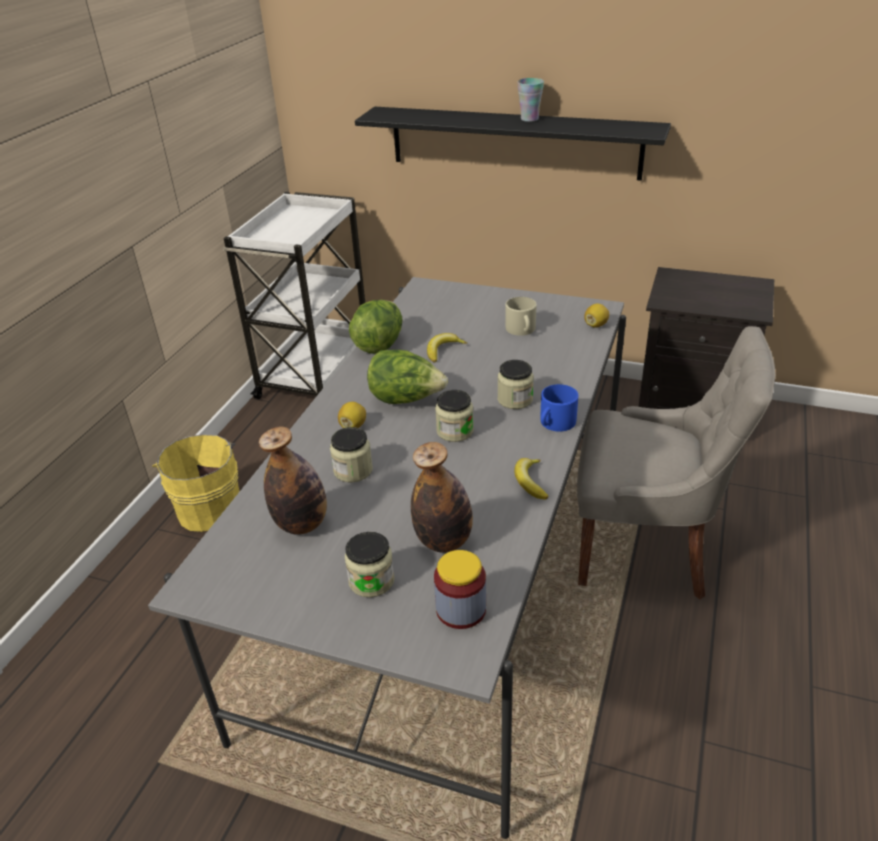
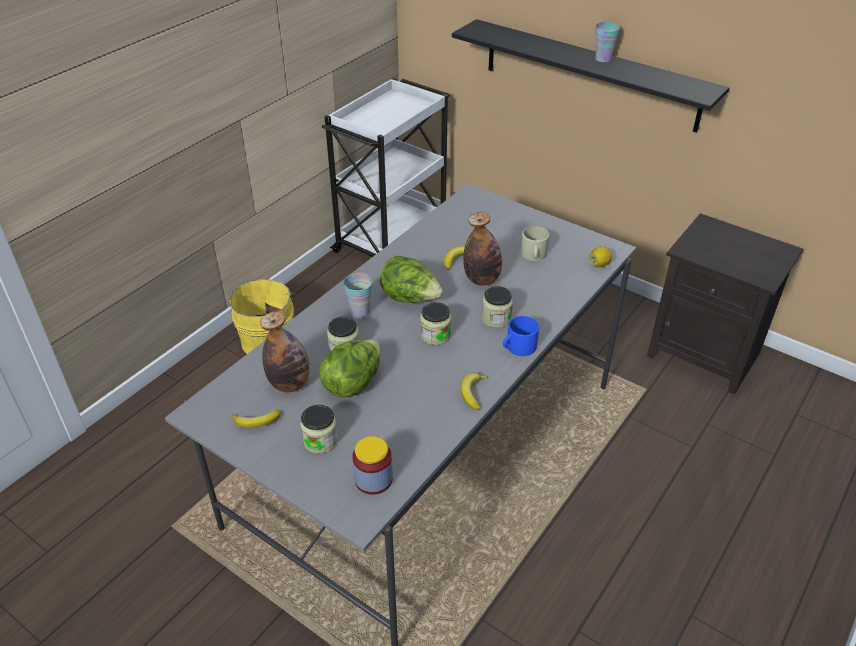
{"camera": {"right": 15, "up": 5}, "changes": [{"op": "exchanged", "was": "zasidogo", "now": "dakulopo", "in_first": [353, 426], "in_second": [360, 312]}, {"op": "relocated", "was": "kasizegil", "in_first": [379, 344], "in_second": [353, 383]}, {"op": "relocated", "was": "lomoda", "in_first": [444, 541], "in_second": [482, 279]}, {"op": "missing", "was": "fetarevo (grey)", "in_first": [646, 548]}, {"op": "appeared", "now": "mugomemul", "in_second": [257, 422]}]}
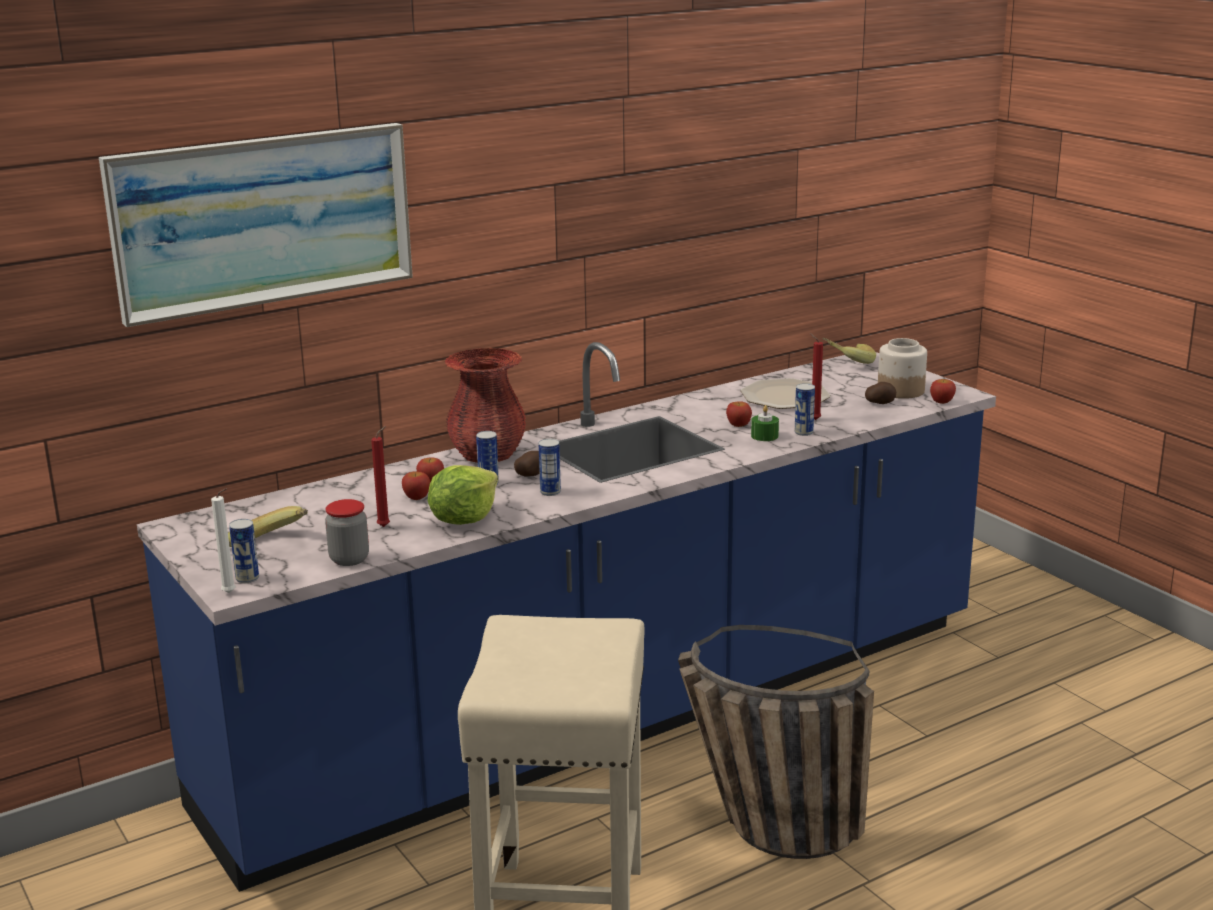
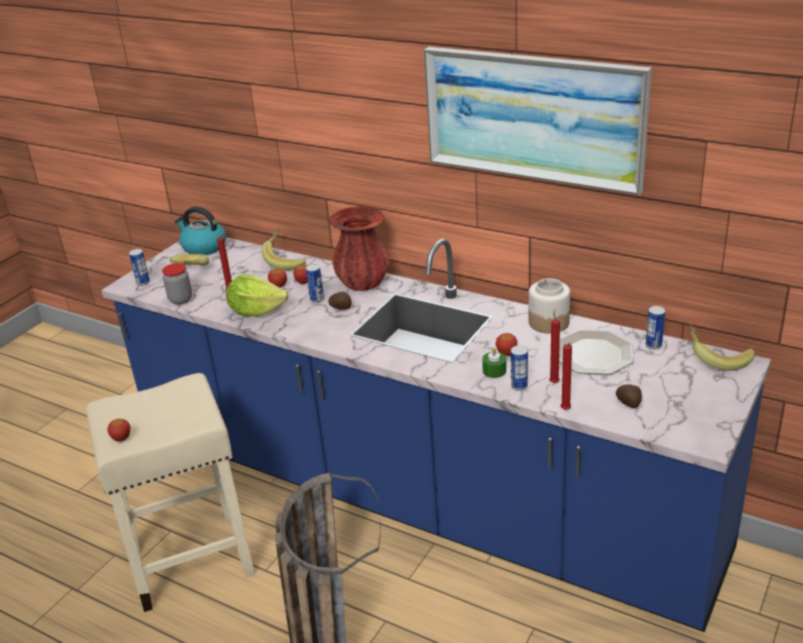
{"camera": {"right": 65, "up": 10}, "changes": [{"op": "relocated", "was": "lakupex", "in_first": [263, 220], "in_second": [533, 117]}, {"op": "missing", "was": "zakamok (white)", "in_first": [231, 593]}, {"op": "relocated", "was": "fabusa", "in_first": [550, 492], "in_second": [653, 345]}, {"op": "relocated", "was": "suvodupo", "in_first": [900, 391], "in_second": [548, 322]}, {"op": "relocated", "was": "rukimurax", "in_first": [942, 402], "in_second": [121, 438]}, {"op": "appeared", "now": "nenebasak", "in_second": [203, 247]}, {"op": "appeared", "now": "mugomemul", "in_second": [286, 260]}, {"op": "appeared", "now": "zakamok (red)", "in_second": [566, 411]}]}
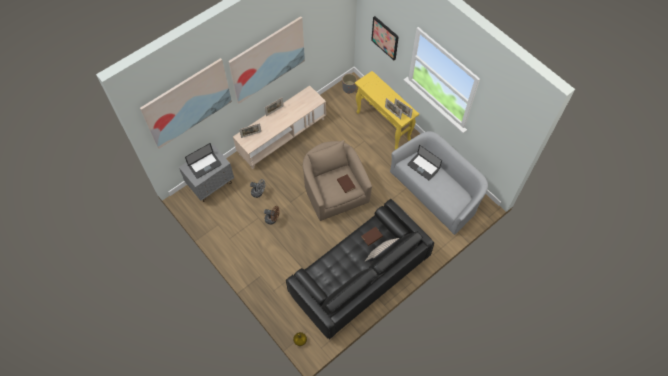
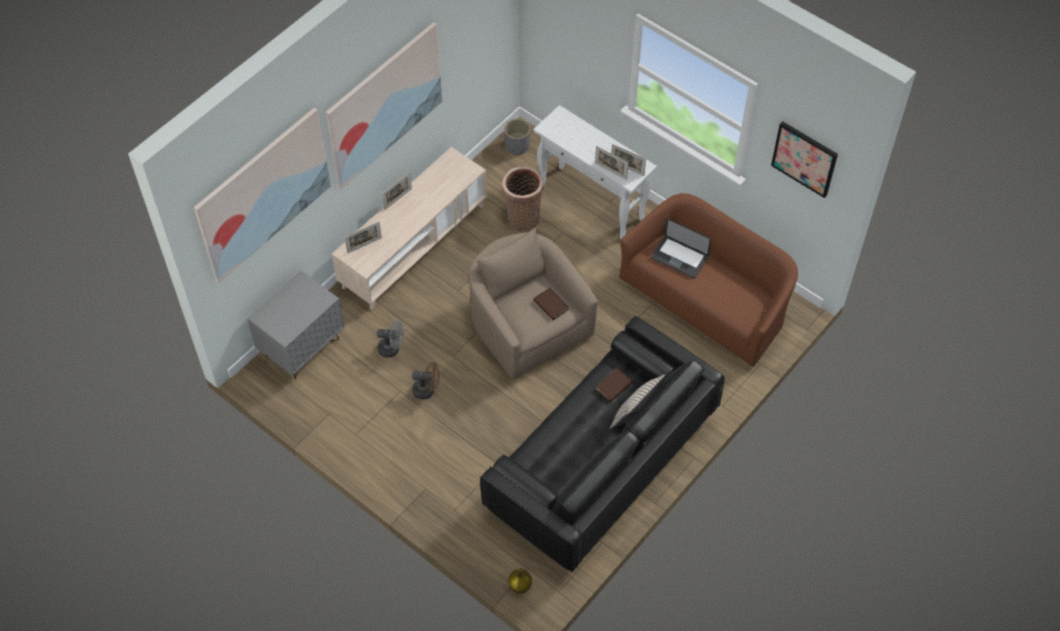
{"camera": {"right": -10, "up": -5}, "changes": [{"op": "missing", "was": "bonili", "in_first": [205, 165]}, {"op": "colour", "was": "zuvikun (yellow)", "now": "zuvikun (white)", "in_first": [383, 126], "in_second": [592, 203]}, {"op": "relocated", "was": "lakupex", "in_first": [385, 38], "in_second": [804, 158]}, {"op": "colour", "was": "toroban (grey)", "now": "toroban (brown)", "in_first": [436, 191], "in_second": [707, 299]}, {"op": "appeared", "now": "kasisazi", "in_second": [522, 217]}]}
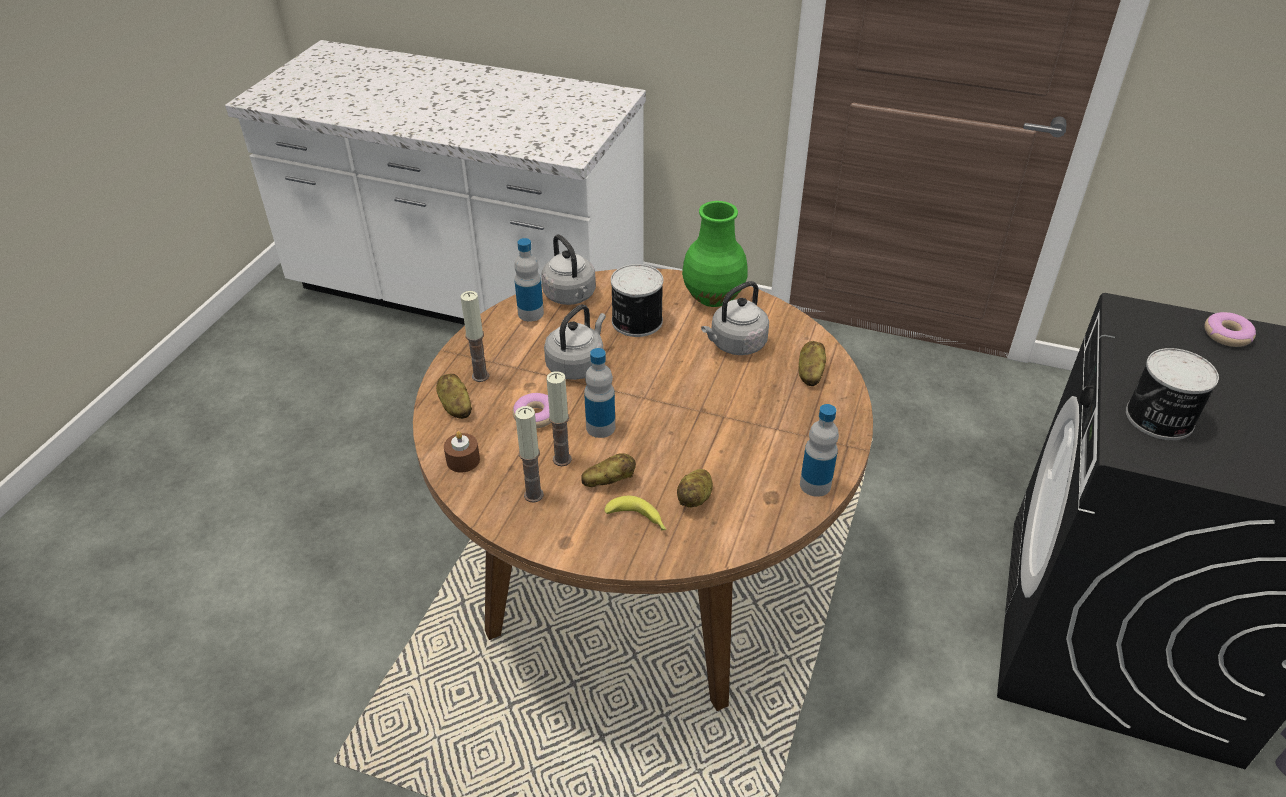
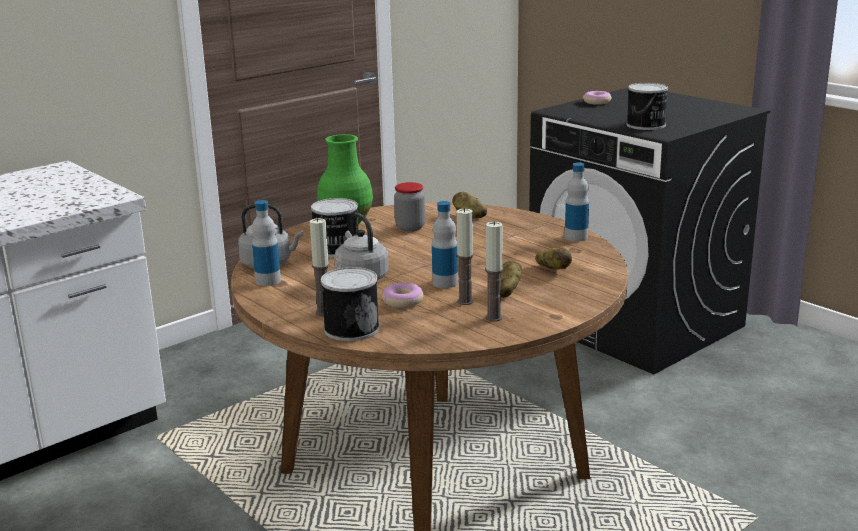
{"camera": {"right": -60, "up": -20}, "changes": [{"op": "exchanged", "was": "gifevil", "now": "fabusa", "in_first": [455, 407], "in_second": [351, 328]}, {"op": "missing", "was": "zakamok (brown)", "in_first": [463, 460]}, {"op": "missing", "was": "mugomemul", "in_first": [638, 520]}, {"op": "exchanged", "was": "nenebasak (grey)", "now": "suvodupo", "in_first": [735, 345], "in_second": [410, 227]}]}
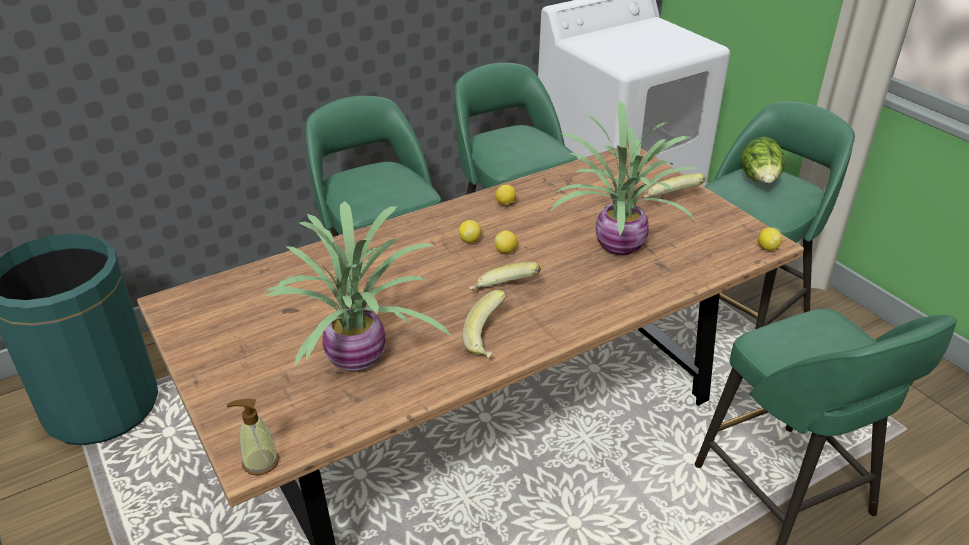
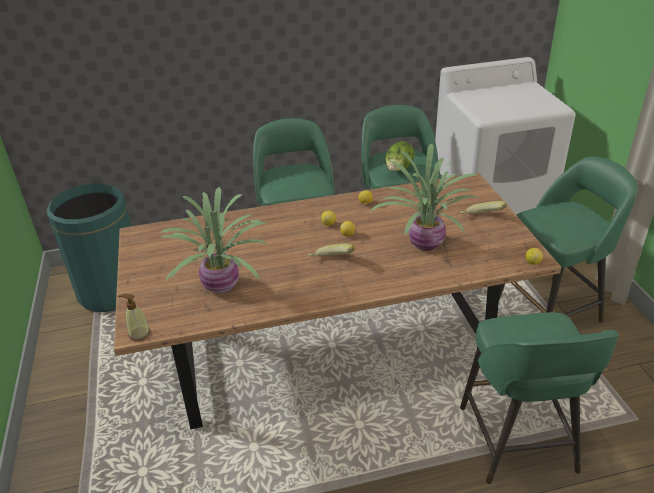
{"camera": {"right": 20, "up": 0}, "changes": [{"op": "missing", "was": "mugomemul", "in_first": [489, 340]}, {"op": "relocated", "was": "kasizegil", "in_first": [759, 181], "in_second": [398, 170]}]}
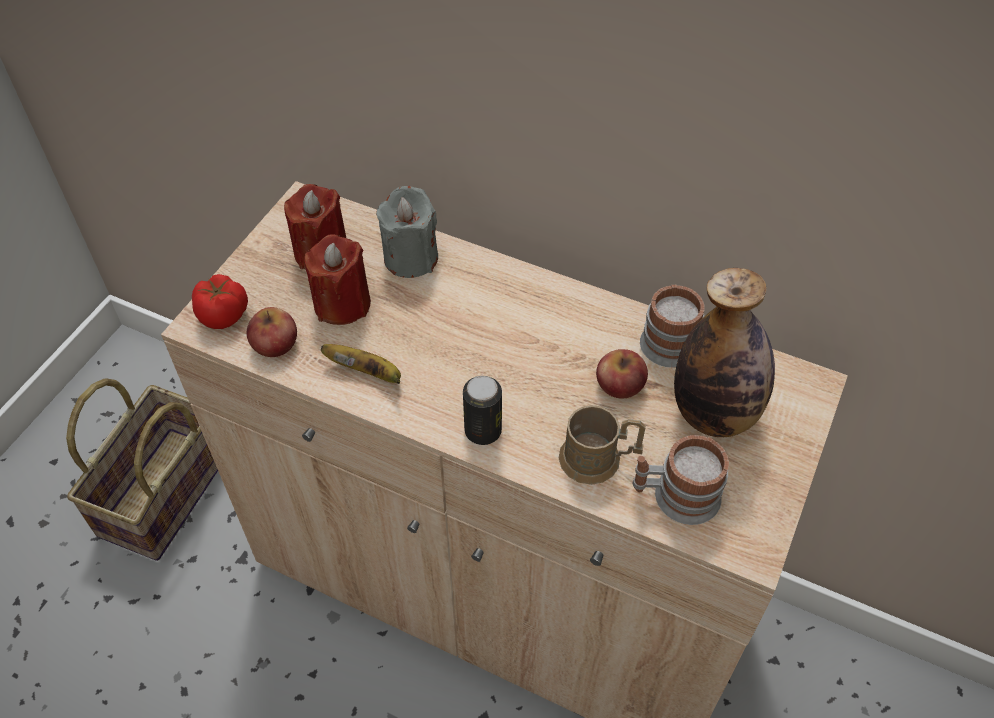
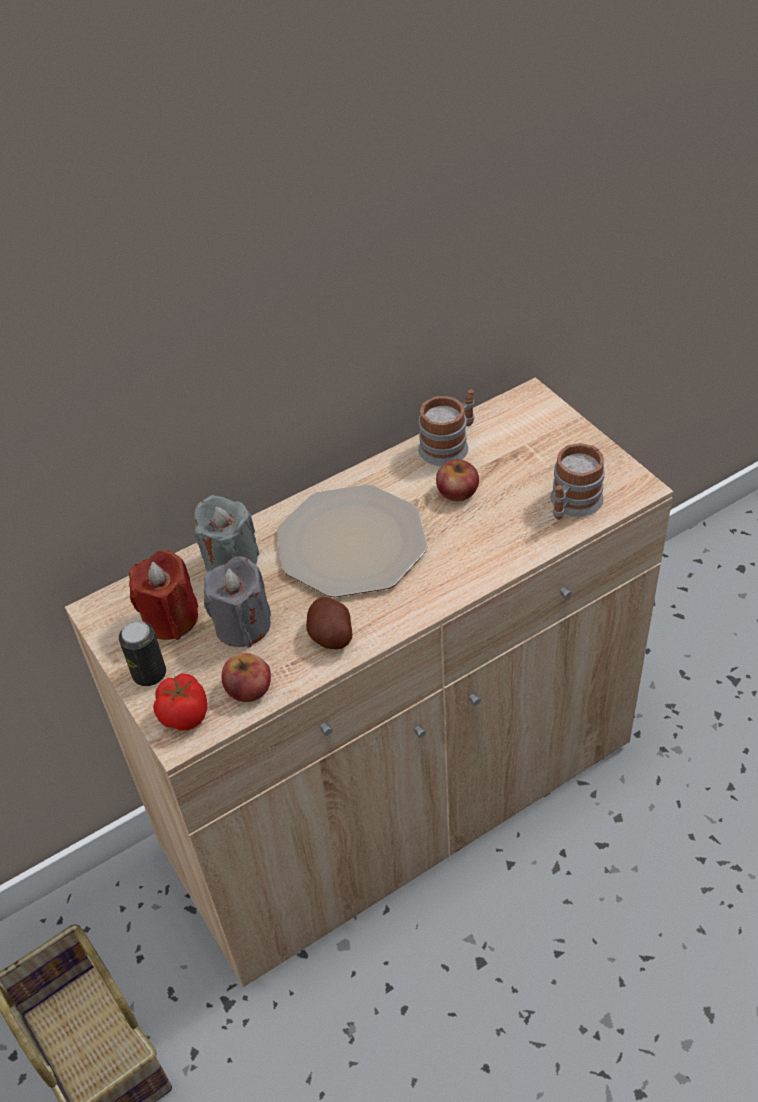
{"camera": {"right": -55, "up": -5}, "changes": [{"op": "colour", "was": "zakamok (red)", "now": "zakamok (grey)", "in_first": [342, 304], "in_second": [243, 625]}, {"op": "exchanged", "was": "mugomemul", "now": "gifevil", "in_first": [367, 373], "in_second": [331, 635]}, {"op": "relocated", "was": "fabusa", "in_first": [483, 431], "in_second": [149, 674]}, {"op": "missing", "was": "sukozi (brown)", "in_first": [599, 459]}, {"op": "missing", "was": "lomoda", "in_first": [714, 414]}, {"op": "appeared", "now": "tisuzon", "in_second": [352, 542]}]}
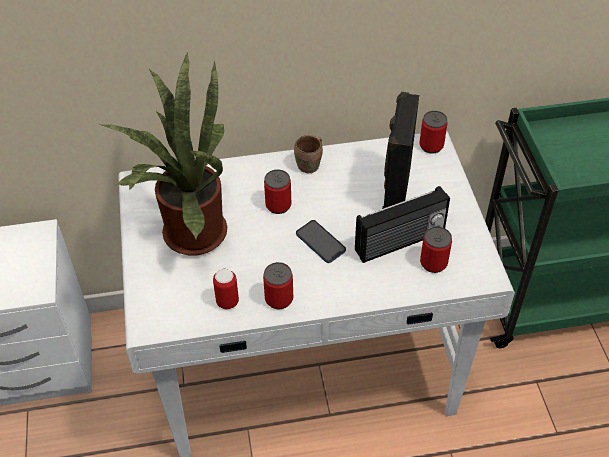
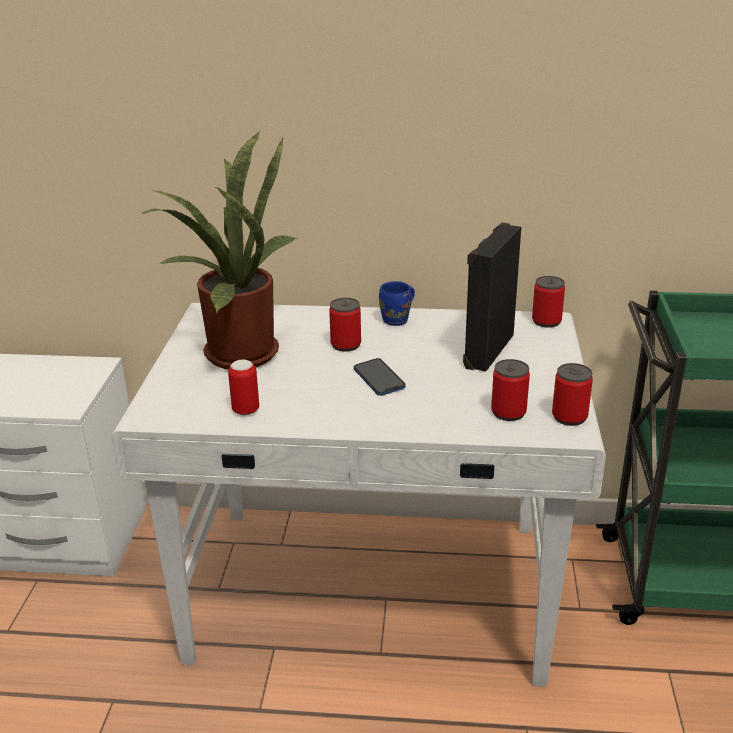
{"camera": {"right": 15, "up": -20}, "changes": [{"op": "relocated", "was": "fabusa", "in_first": [279, 299], "in_second": [569, 417]}, {"op": "colour", "was": "sukozi (brown)", "now": "sukozi (blue)", "in_first": [310, 166], "in_second": [397, 320]}, {"op": "missing", "was": "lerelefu", "in_first": [400, 242]}]}
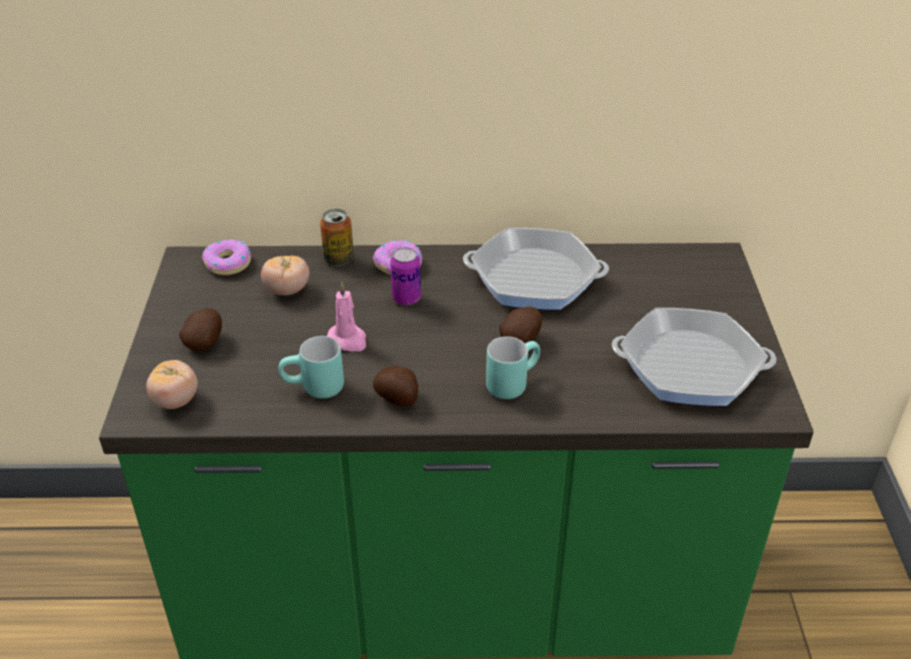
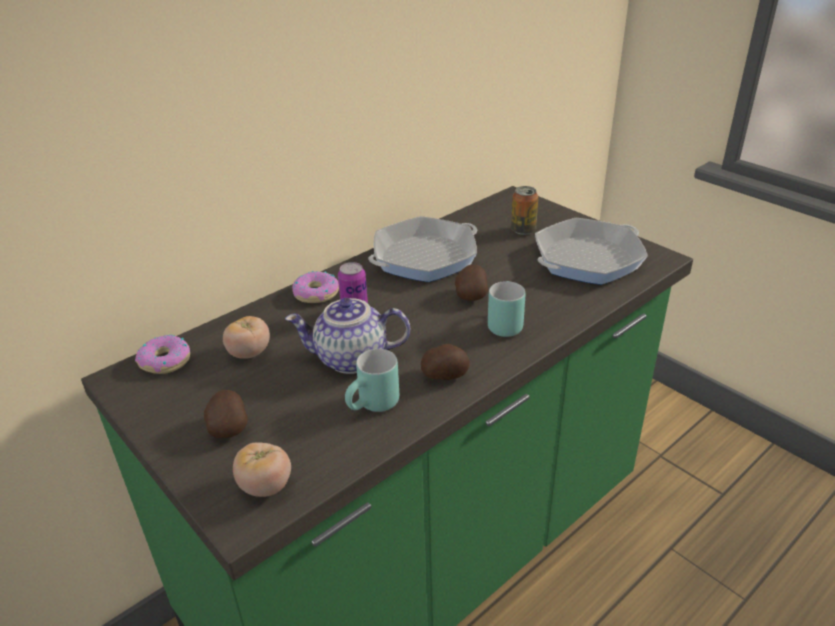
{"camera": {"right": -40, "up": -5}, "changes": [{"op": "relocated", "was": "fabusa", "in_first": [339, 259], "in_second": [523, 230]}, {"op": "exchanged", "was": "zakamok (pink)", "now": "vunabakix", "in_first": [348, 340], "in_second": [351, 360]}]}
